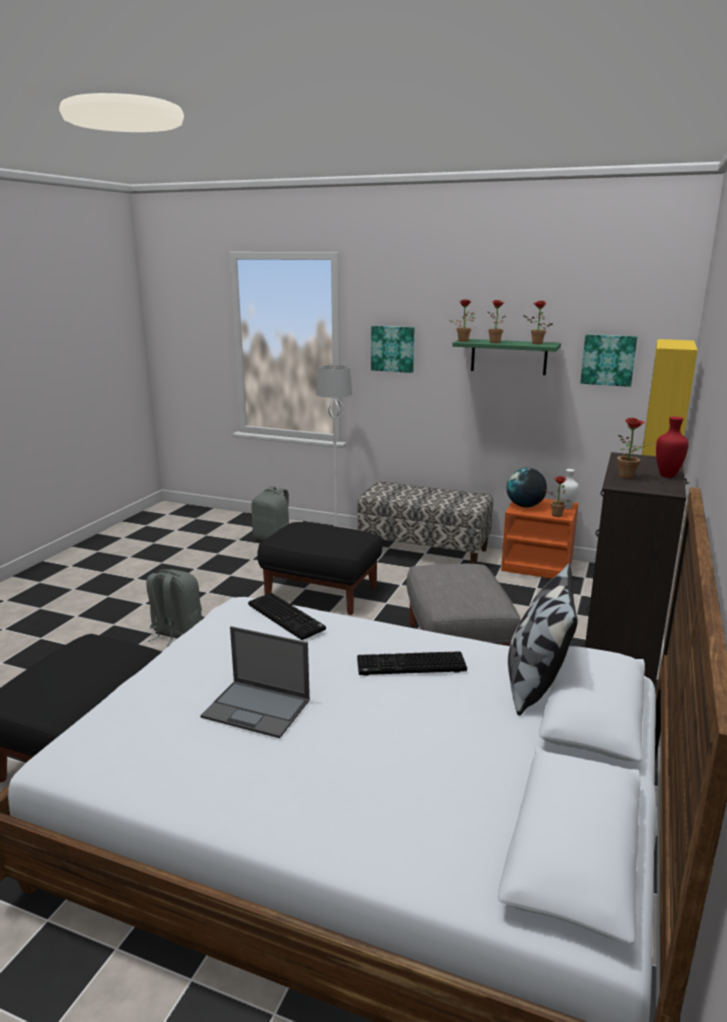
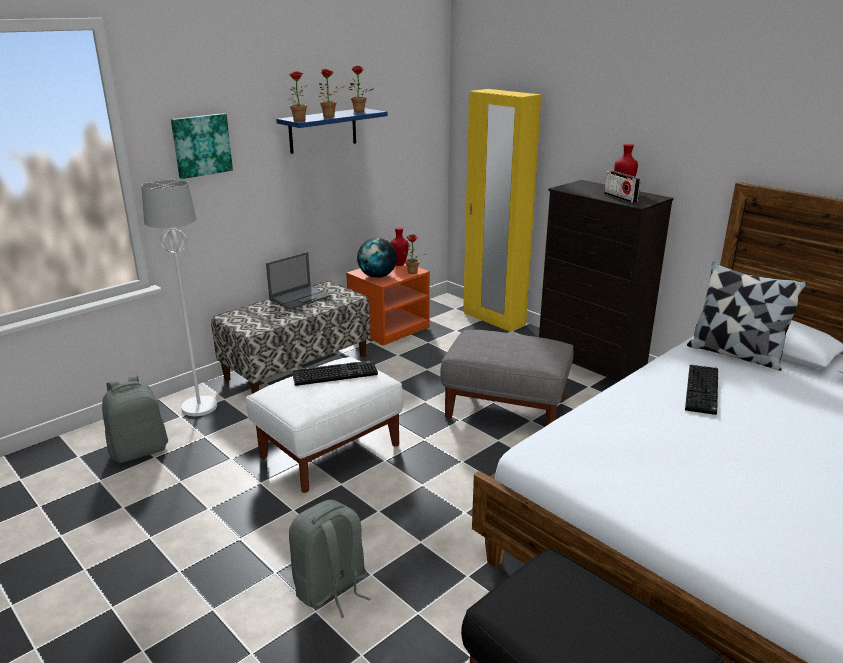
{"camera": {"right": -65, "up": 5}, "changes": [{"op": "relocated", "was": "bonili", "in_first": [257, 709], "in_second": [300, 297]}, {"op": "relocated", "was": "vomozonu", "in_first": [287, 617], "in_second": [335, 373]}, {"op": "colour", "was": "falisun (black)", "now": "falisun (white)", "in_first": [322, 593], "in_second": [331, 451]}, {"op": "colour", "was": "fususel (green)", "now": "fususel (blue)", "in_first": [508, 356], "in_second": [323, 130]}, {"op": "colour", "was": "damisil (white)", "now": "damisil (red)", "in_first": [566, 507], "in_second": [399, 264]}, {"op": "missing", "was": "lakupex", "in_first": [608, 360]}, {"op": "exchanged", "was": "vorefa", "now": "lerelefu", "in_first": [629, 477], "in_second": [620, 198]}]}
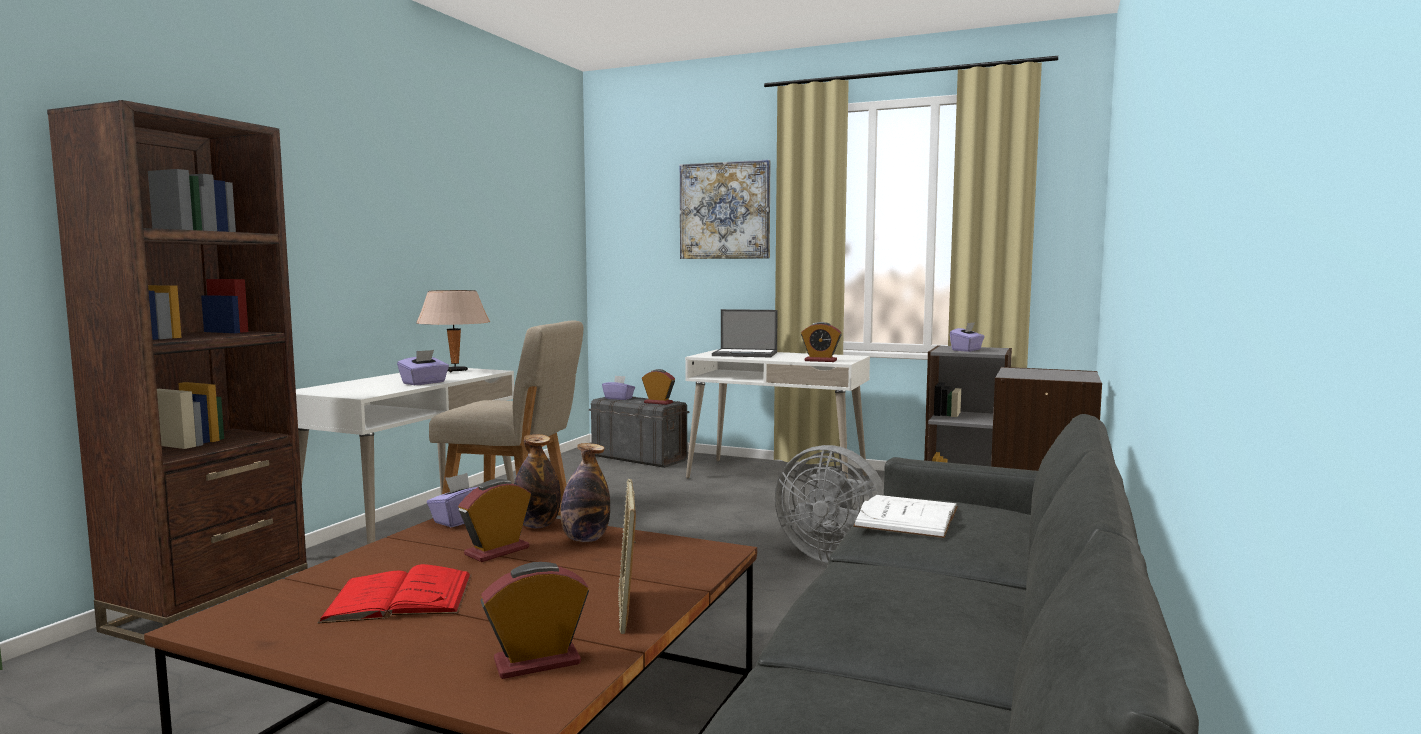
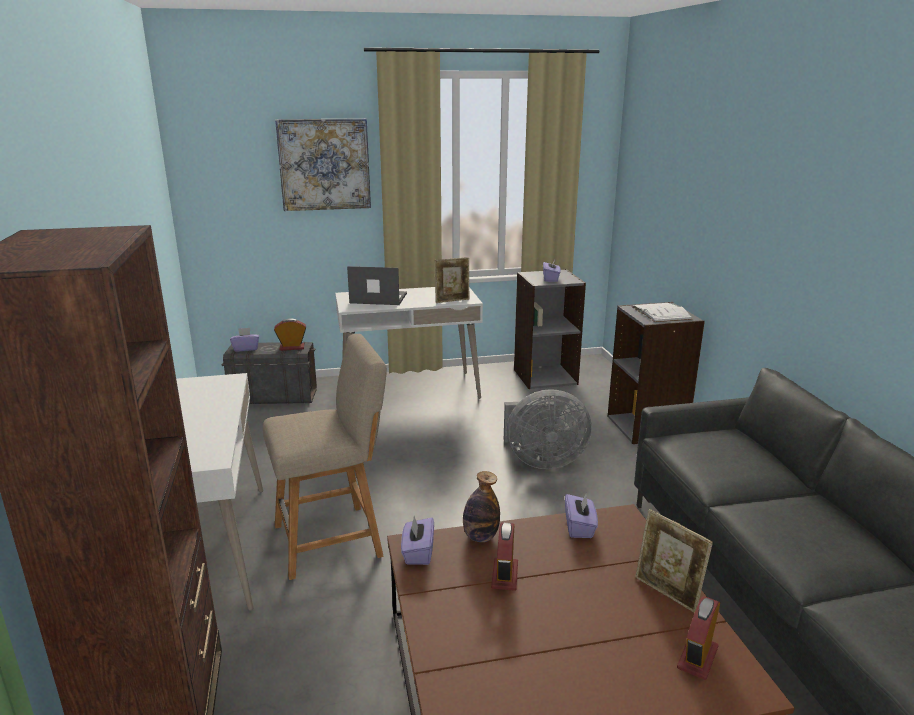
{"camera": {"right": -35, "up": 15}, "changes": [{"op": "missing", "was": "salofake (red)", "in_first": [400, 598]}, {"op": "relocated", "was": "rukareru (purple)", "in_first": [424, 383], "in_second": [579, 527]}, {"op": "missing", "was": "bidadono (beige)", "in_first": [455, 371]}, {"op": "missing", "was": "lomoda", "in_first": [585, 539]}, {"op": "spun", "was": "bonili", "in_first": [746, 354], "in_second": [377, 298], "clockwise": -150}, {"op": "exchanged", "was": "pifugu", "now": "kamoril", "in_first": [820, 360], "in_second": [452, 300]}, {"op": "relocated", "was": "salofake (white)", "in_first": [907, 516], "in_second": [661, 313]}]}
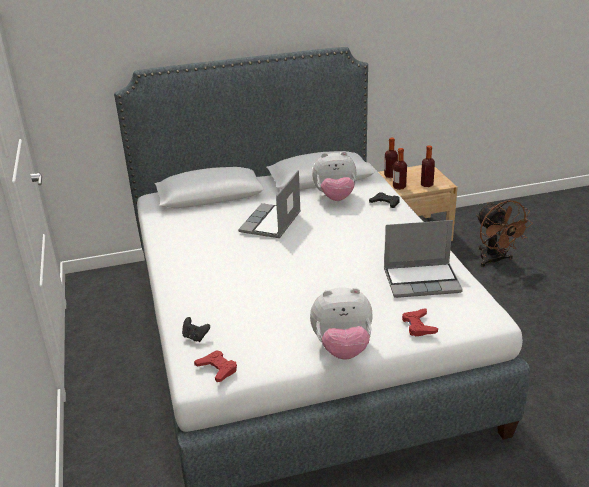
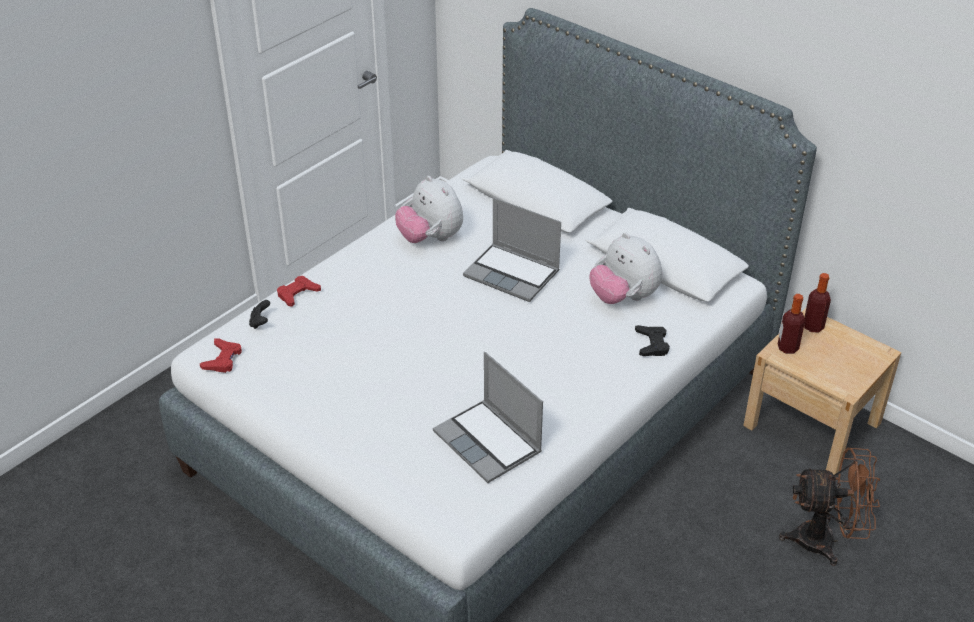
{"camera": {"right": 55, "up": 10}, "changes": [{"op": "spun", "was": "bonili", "in_first": [271, 223], "in_second": [513, 274], "clockwise": -135}, {"op": "relocated", "was": "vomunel", "in_first": [342, 349], "in_second": [430, 238]}, {"op": "relocated", "was": "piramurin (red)", "in_first": [418, 326], "in_second": [298, 294]}, {"op": "missing", "was": "lomoda", "in_first": [427, 184]}, {"op": "spun", "was": "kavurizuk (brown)", "in_first": [495, 261], "in_second": [825, 541], "clockwise": -120}]}
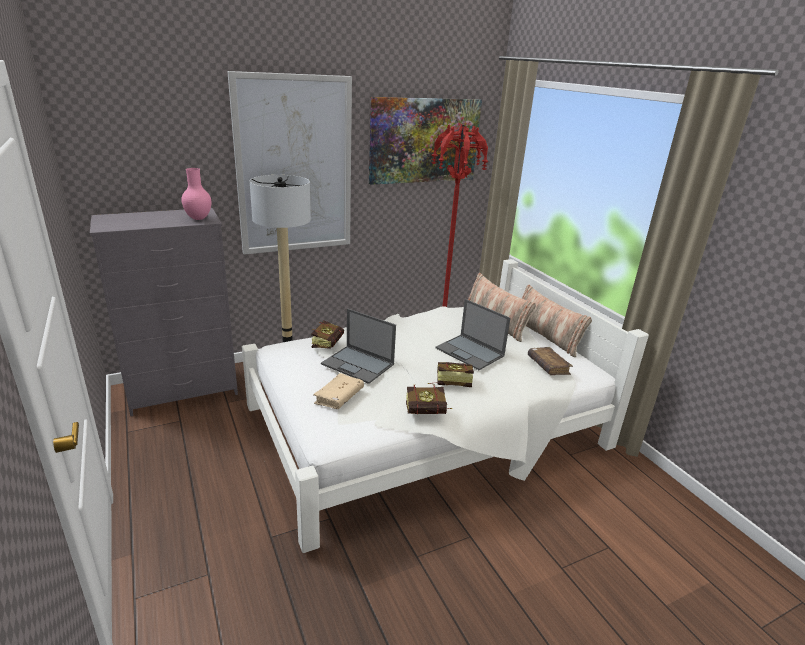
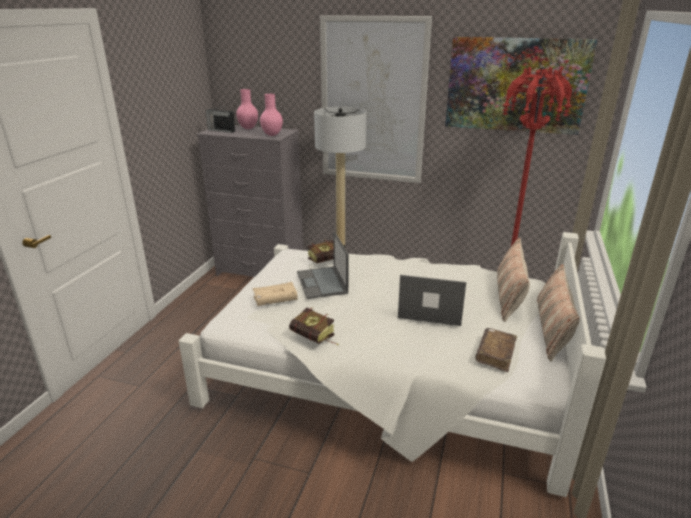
{"camera": {"right": 45, "up": 0}, "changes": [{"op": "missing", "was": "salofake", "in_first": [449, 382]}, {"op": "spun", "was": "bonili", "in_first": [470, 352], "in_second": [430, 310], "clockwise": 105}, {"op": "appeared", "now": "lerelefu", "in_second": [221, 130]}, {"op": "appeared", "now": "damisil (pink)", "in_second": [248, 128]}]}
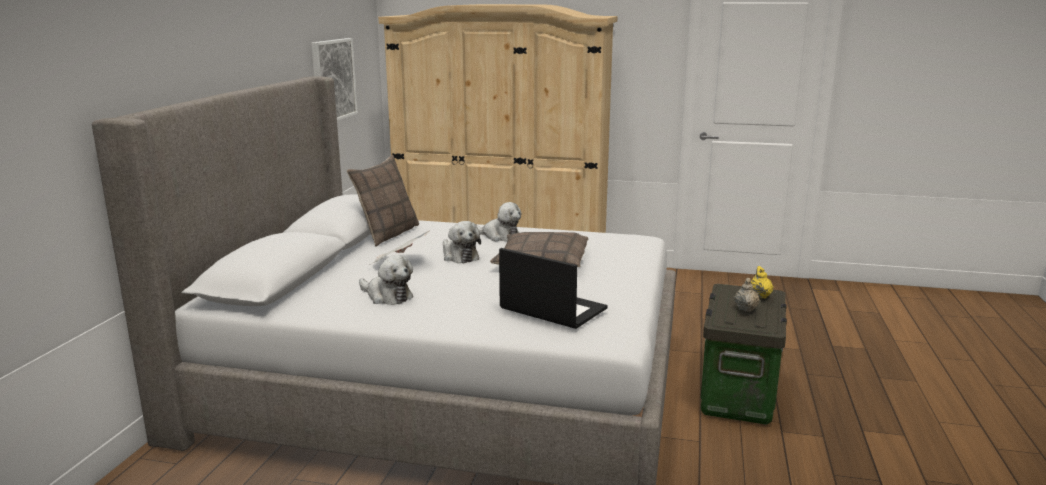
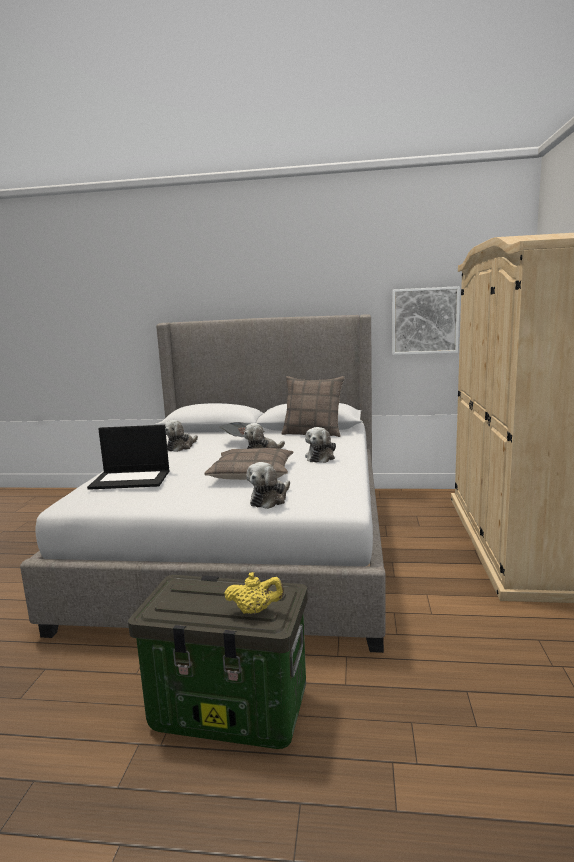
{"camera": {"right": 85, "up": -5}, "changes": [{"op": "spun", "was": "bonili", "in_first": [551, 309], "in_second": [131, 479], "clockwise": 60}, {"op": "missing", "was": "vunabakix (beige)", "in_first": [745, 308]}, {"op": "appeared", "now": "vomunel", "in_second": [270, 499]}]}
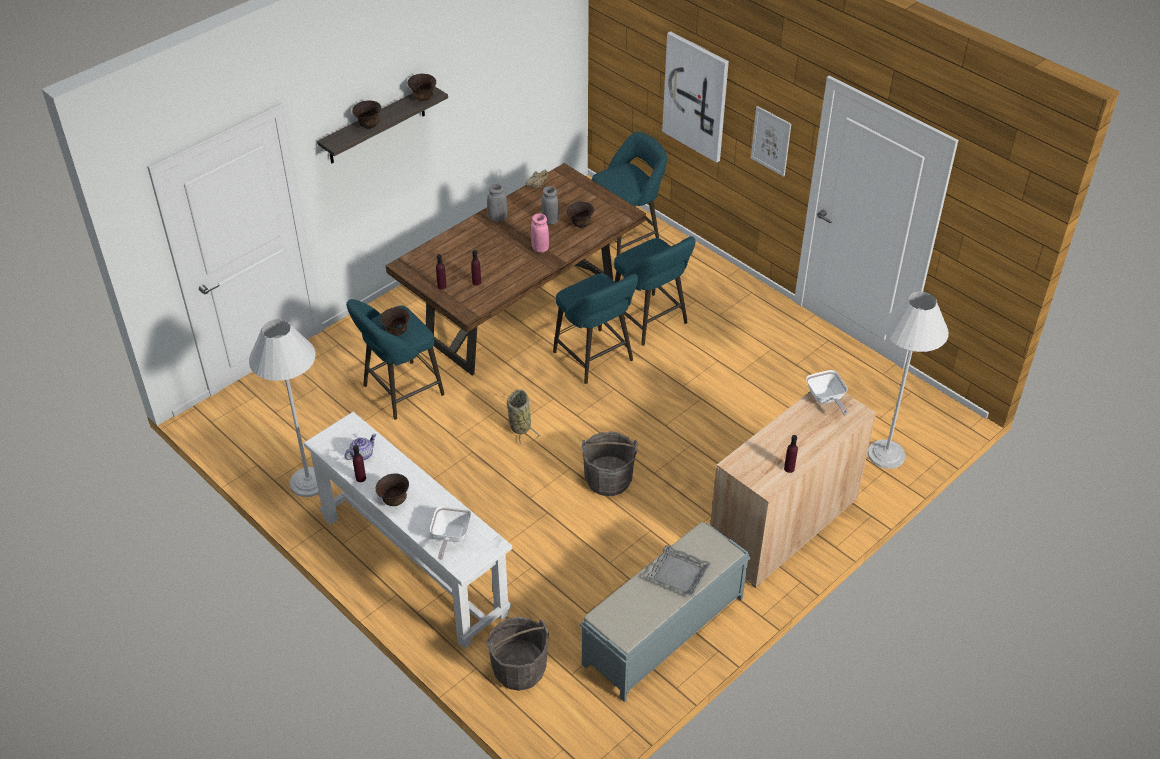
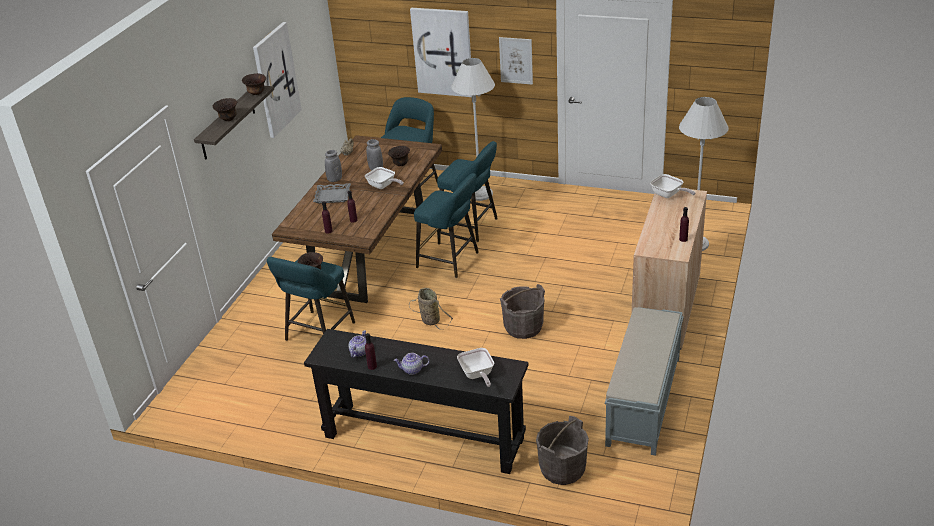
{"camera": {"right": -25, "up": -10}, "changes": [{"op": "relocated", "was": "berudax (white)", "in_first": [308, 482], "in_second": [479, 194]}, {"op": "colour", "was": "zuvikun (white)", "now": "zuvikun (black)", "in_first": [414, 565], "in_second": [423, 437]}, {"op": "exchanged", "was": "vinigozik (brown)", "now": "vunabakix", "in_first": [394, 500], "in_second": [412, 370]}, {"op": "exchanged", "was": "damisil (pink)", "now": "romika", "in_first": [540, 248], "in_second": [383, 186]}, {"op": "relocated", "was": "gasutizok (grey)", "in_first": [678, 574], "in_second": [332, 196]}, {"op": "appeared", "now": "lakupex", "in_second": [276, 79]}]}
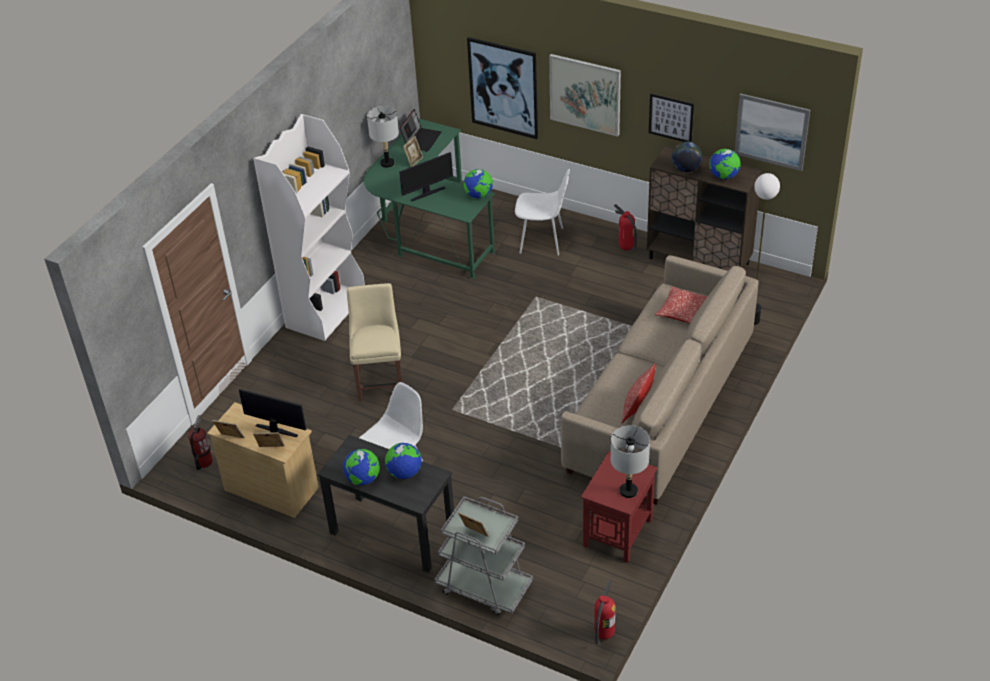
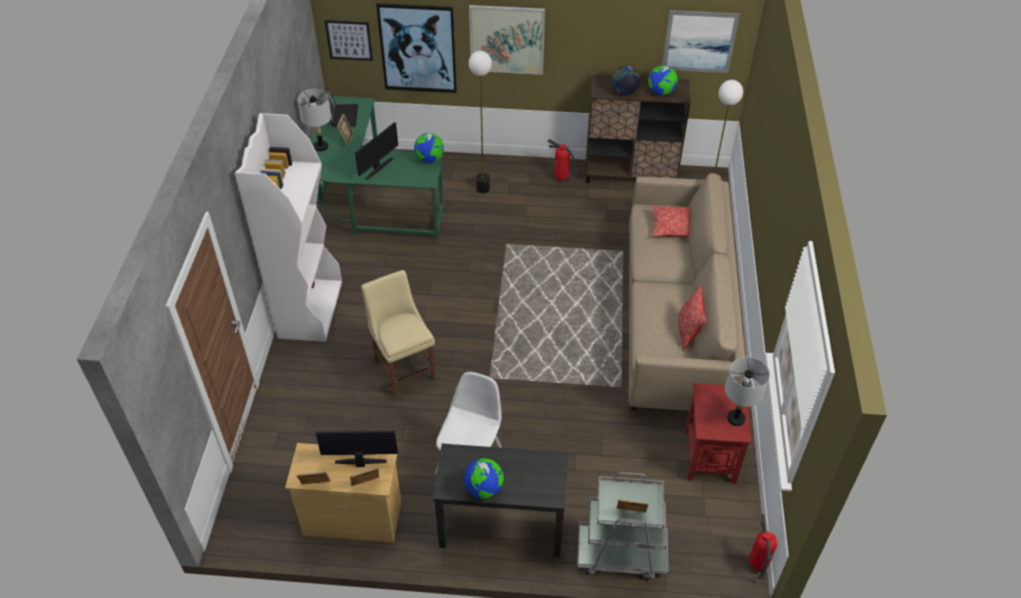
{"camera": {"right": -25, "up": 5}, "changes": [{"op": "missing", "was": "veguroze", "in_first": [203, 462]}, {"op": "missing", "was": "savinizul", "in_first": [404, 473]}, {"op": "exchanged", "was": "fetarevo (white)", "now": "berudax", "in_first": [543, 241], "in_second": [483, 188]}, {"op": "relocated", "was": "lakupex", "in_first": [671, 118], "in_second": [349, 40]}]}
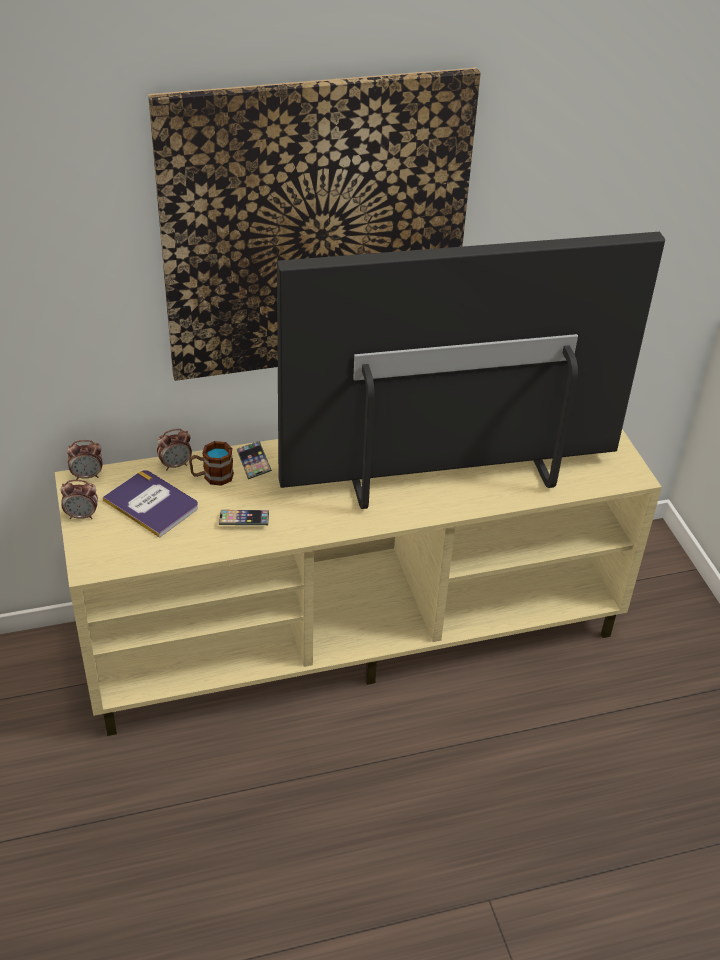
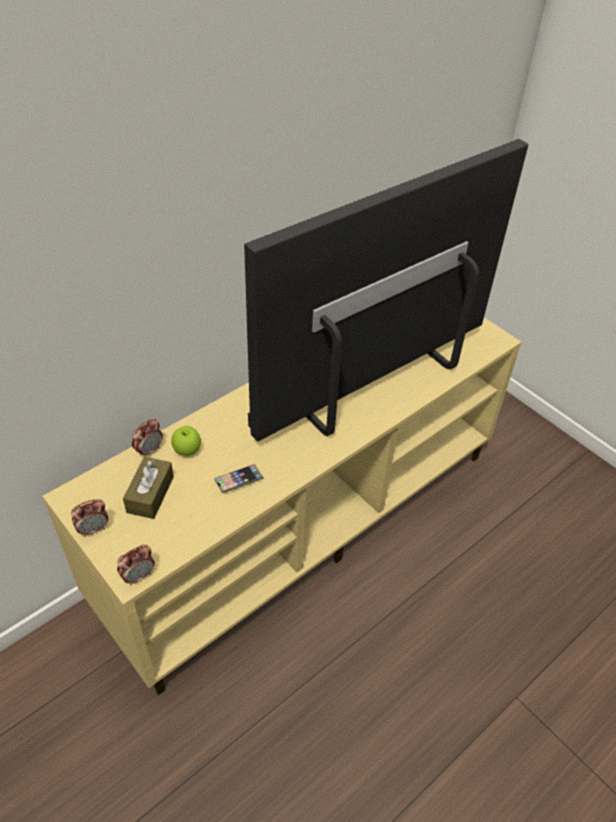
{"camera": {"right": -25, "up": 5}, "changes": [{"op": "relocated", "was": "pifugu", "in_first": [87, 476], "in_second": [139, 576]}, {"op": "exchanged", "was": "salofake", "now": "rukareru (brown)", "in_first": [152, 504], "in_second": [150, 494]}, {"op": "missing", "was": "lakupex", "in_first": [315, 229]}, {"op": "exchanged", "was": "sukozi", "now": "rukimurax", "in_first": [212, 477], "in_second": [187, 450]}, {"op": "missing", "was": "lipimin", "in_first": [254, 462]}]}
